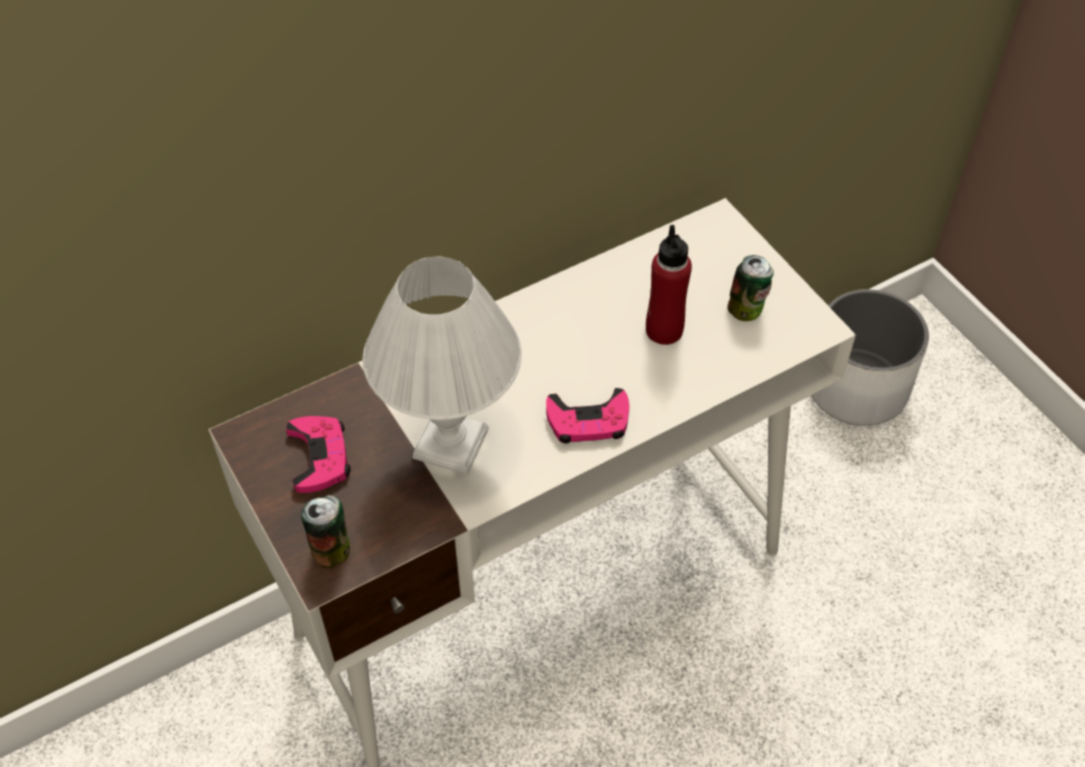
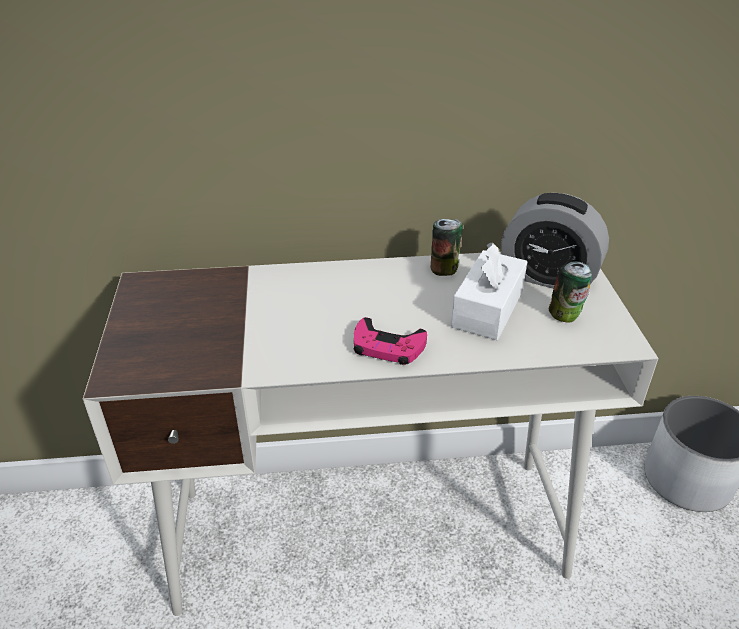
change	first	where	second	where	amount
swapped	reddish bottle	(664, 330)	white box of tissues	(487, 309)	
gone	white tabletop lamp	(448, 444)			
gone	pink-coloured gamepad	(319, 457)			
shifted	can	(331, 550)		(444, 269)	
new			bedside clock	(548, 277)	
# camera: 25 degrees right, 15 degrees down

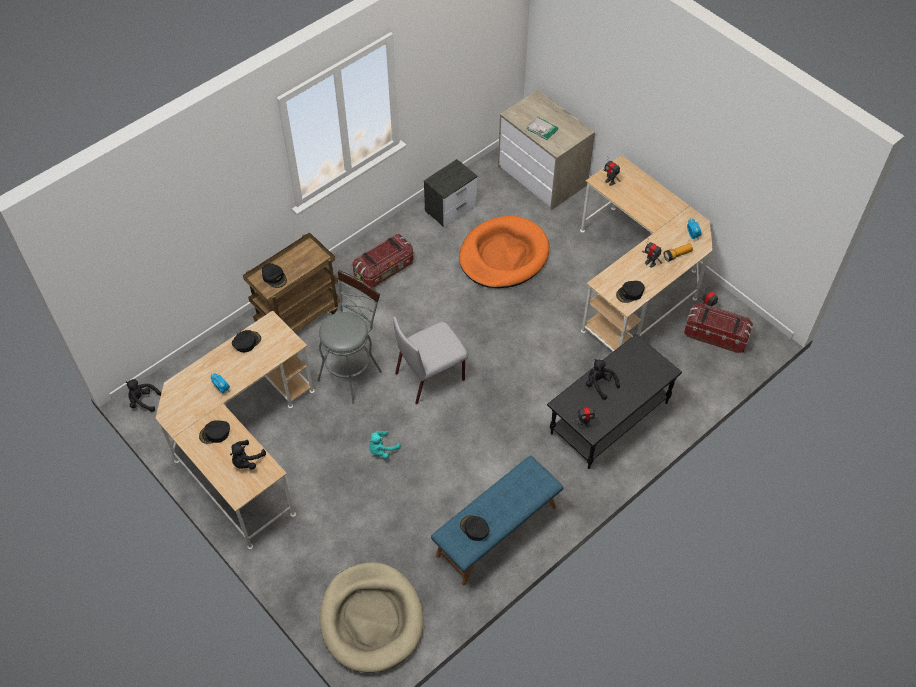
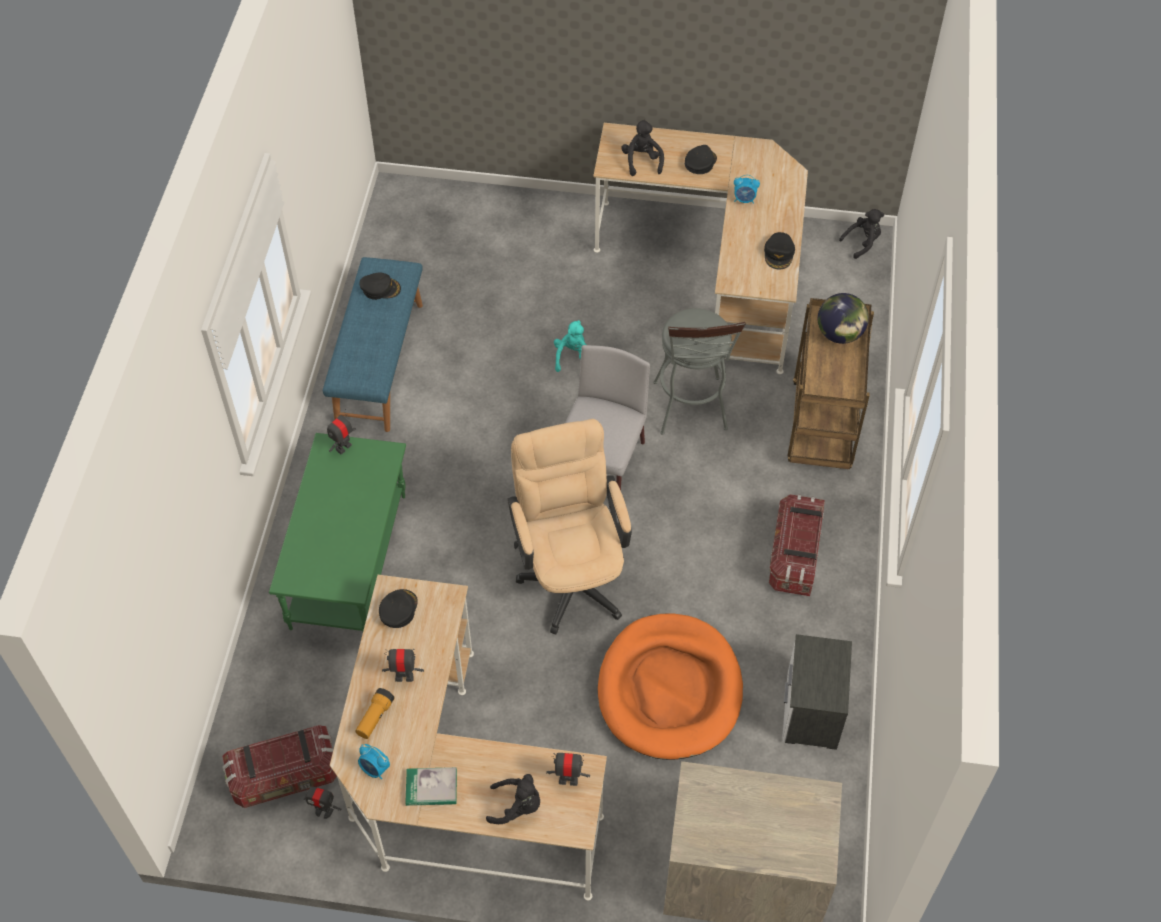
change	first	where	second	where	amount
shifted	volume	(542, 129)		(431, 788)	
swapped	black-coloured cap	(274, 277)	world globe	(839, 334)	
repainted	black-coloured low table	(609, 417)	greenish low table	(350, 562)	
shifted	black-coloured soft toy	(599, 384)		(517, 806)	
gone	sand-coloured pet bed	(371, 619)			
new			sand-coloured computer chair	(571, 573)	
# camera: 140 degrees right, 0 degrees up

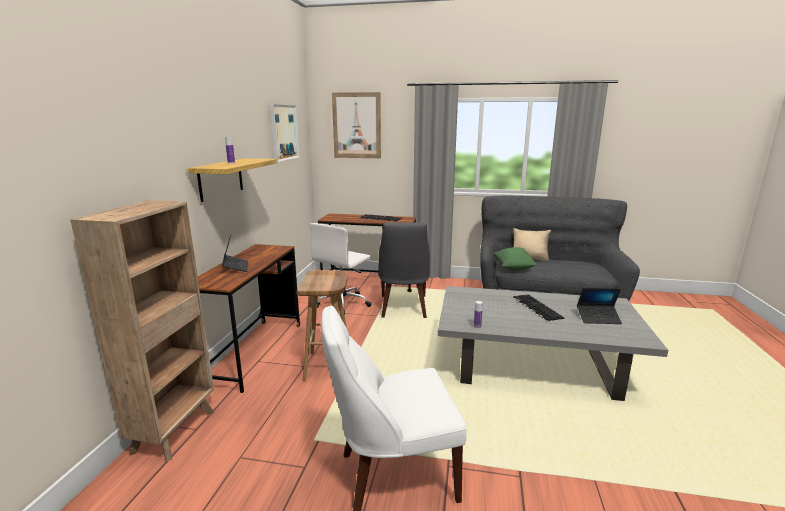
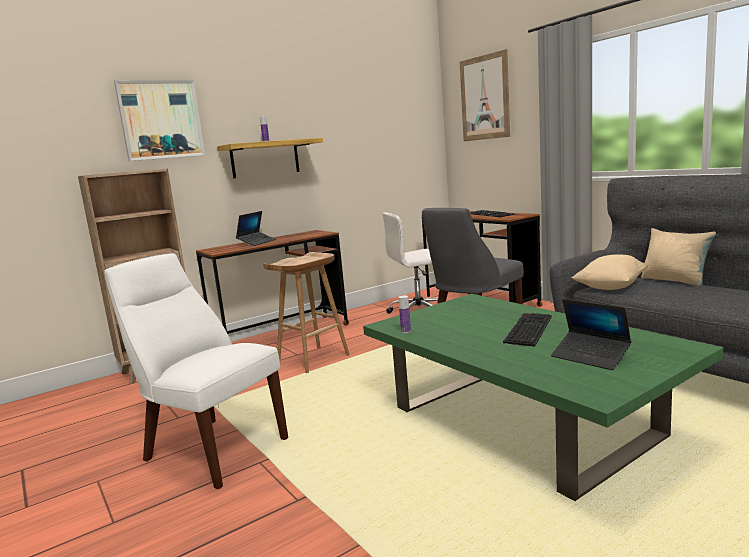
change	first	where	second	where	amount
shifted	picture	(283, 132)		(161, 120)	
repainted	greenish pillow	(513, 268)	sand-coloured pillow	(610, 287)	
repainted	gray low table	(534, 365)	greenish low table	(524, 421)	
# camera: 45 degrees right, 5 degrees down

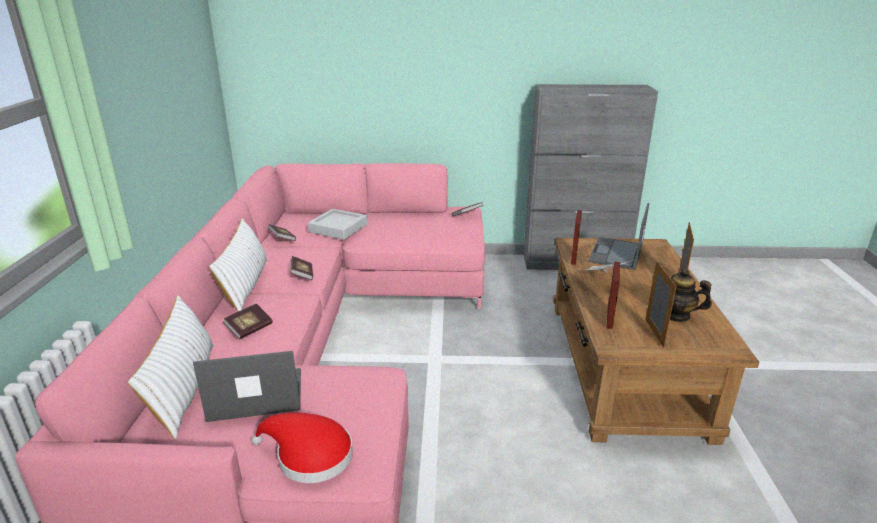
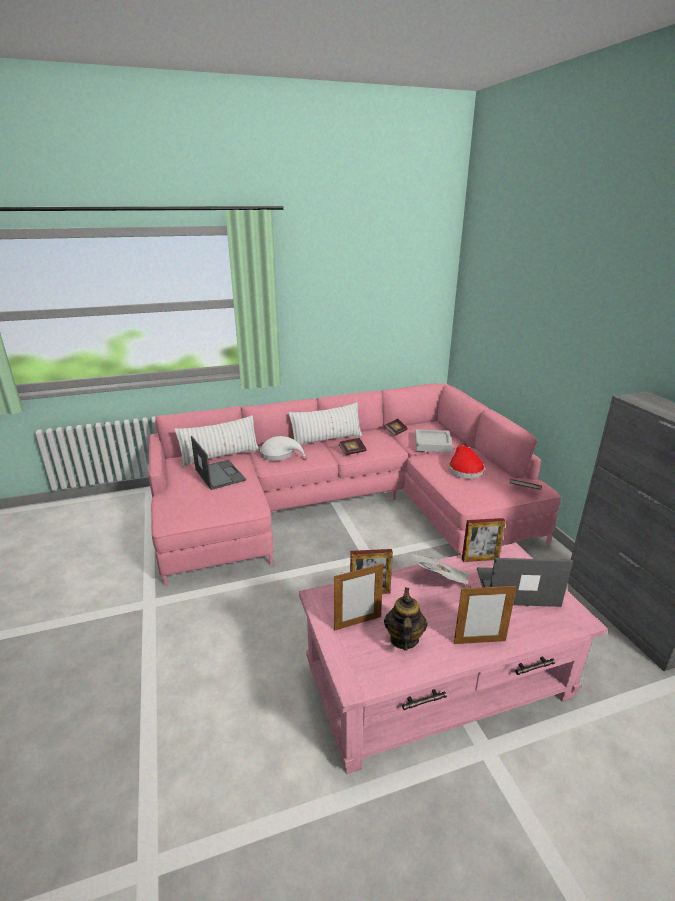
change	first	where	second	where	amount
repainted	brown-coloured low table	(624, 365)	pink-coloured low table	(437, 680)	
swapped	volume	(249, 329)	white wearable hat	(279, 455)	
shifted	reddish wearable hat	(309, 456)		(464, 469)	
# camera: 70 degrees right, 0 degrees up

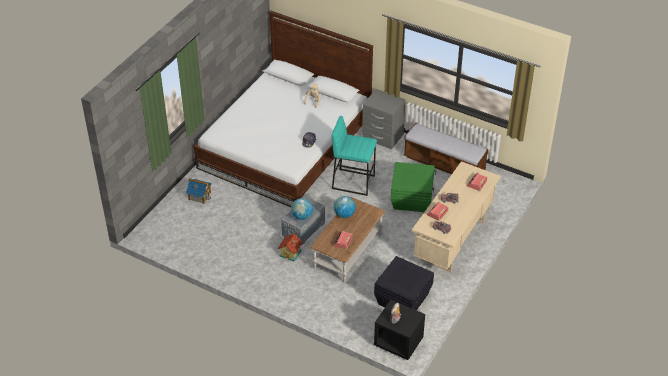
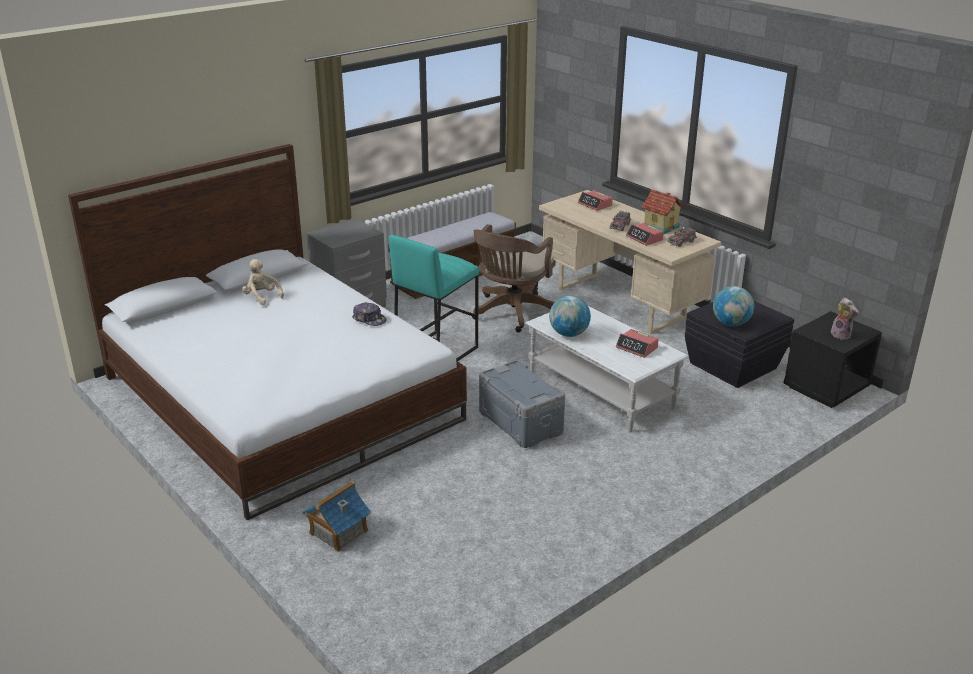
change	first	where	second	where	amount
swapped	greenish storage container	(412, 199)	brown-coloured computer chair	(512, 314)	
repainted	brown-coloured low table	(348, 251)	white low table	(601, 390)	
shifted	world globe	(302, 216)		(731, 324)	
shifted	model house	(291, 253)		(661, 226)	
# camera: 70 degrees left, 15 degrees down

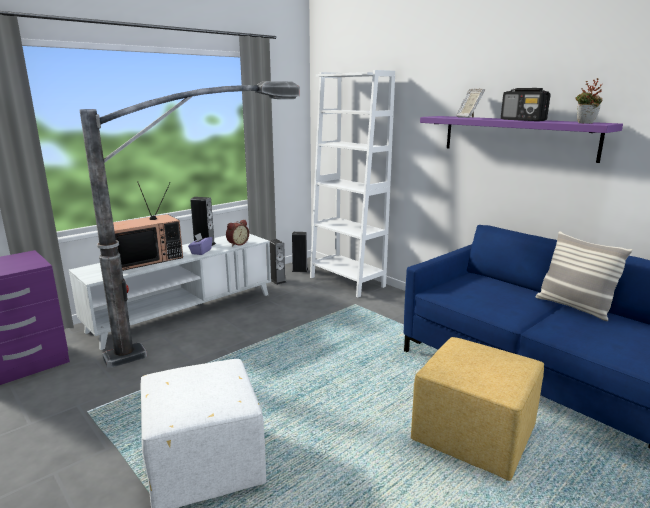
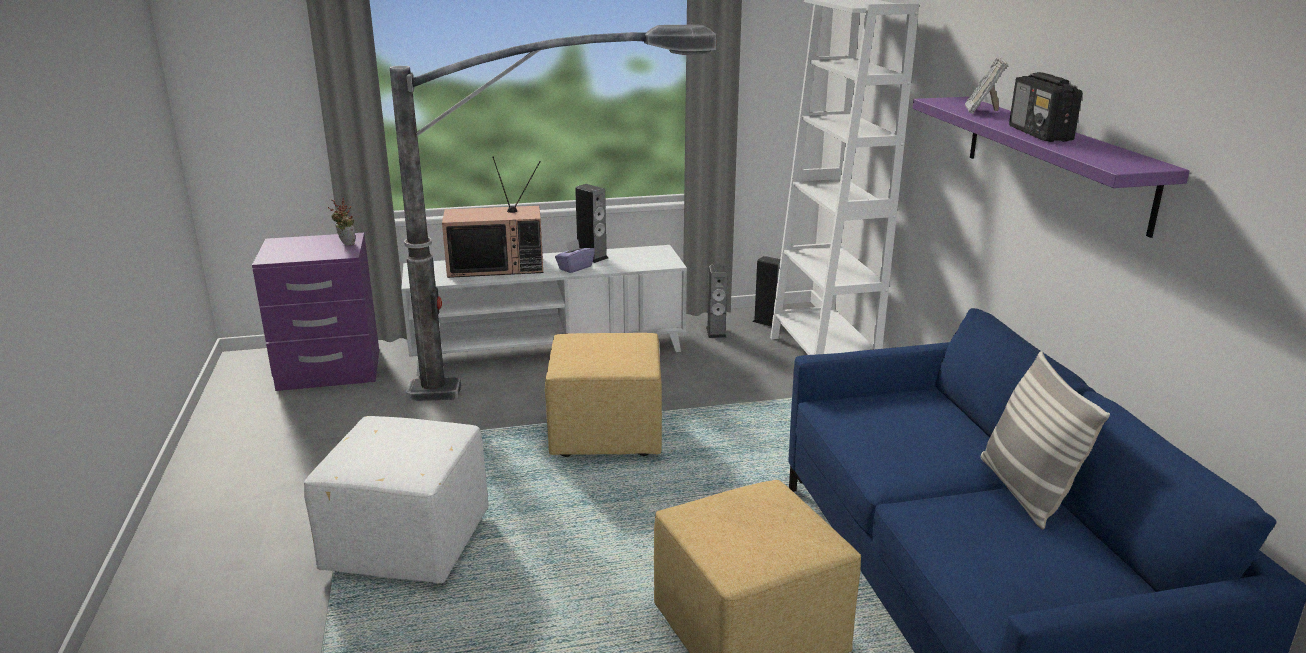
change	first	where	second	where	amount
shifted	plant in a pot	(585, 123)		(345, 244)	
gone	bedside clock	(237, 244)			
new			yellow footrest	(607, 434)	
# camera: 30 degrees right, 5 degrees up

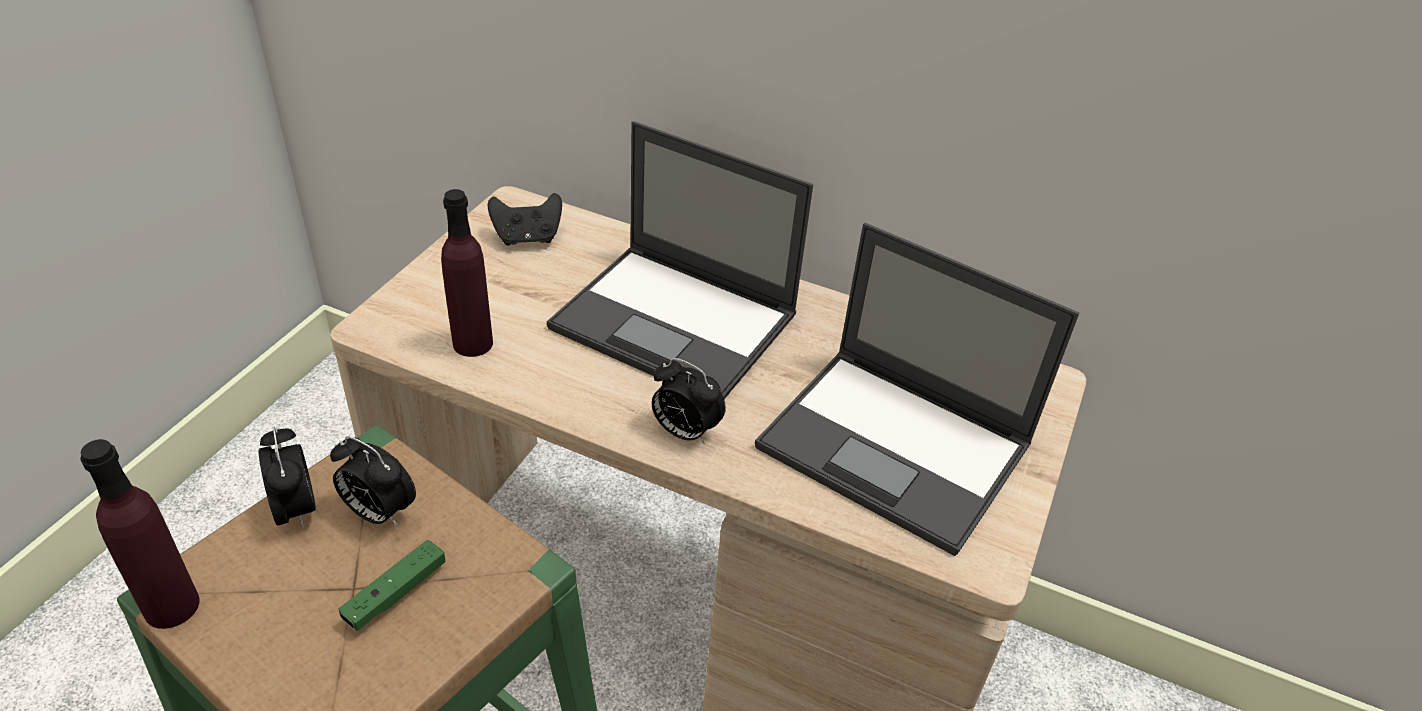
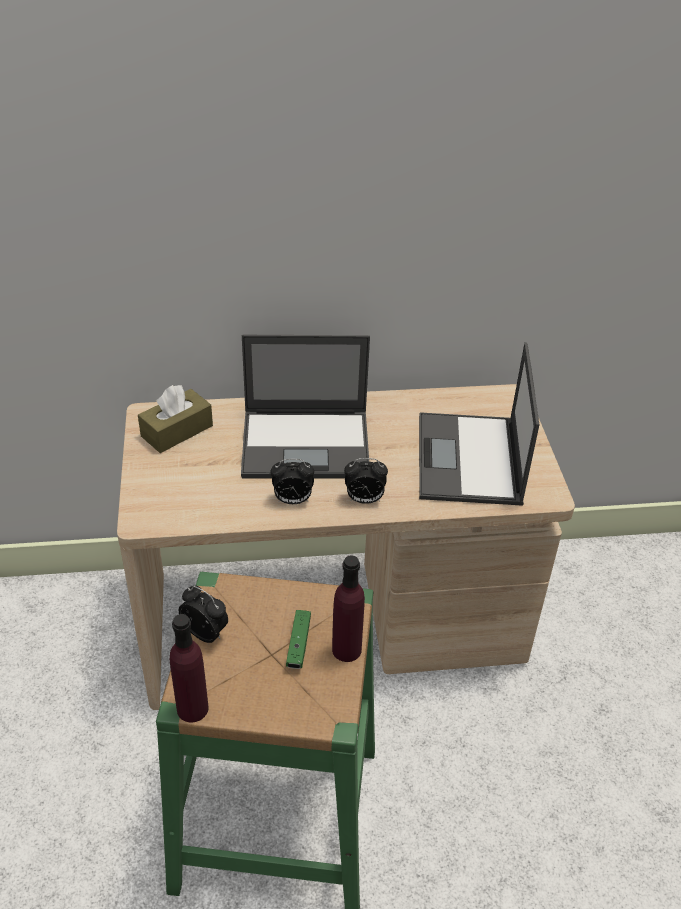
change	first	where	second	where	amount
shifted	purple bottle	(472, 343)		(346, 649)	
swapped	black-coloured gamepad	(527, 238)	brown-coloured box of tissues	(177, 431)	
rotated	notebook computer	(897, 448)		(469, 460)	90 degrees clockwise
shifted	bedside clock	(378, 512)		(292, 500)	
# camera: 30 degrees left, 0 degrees up

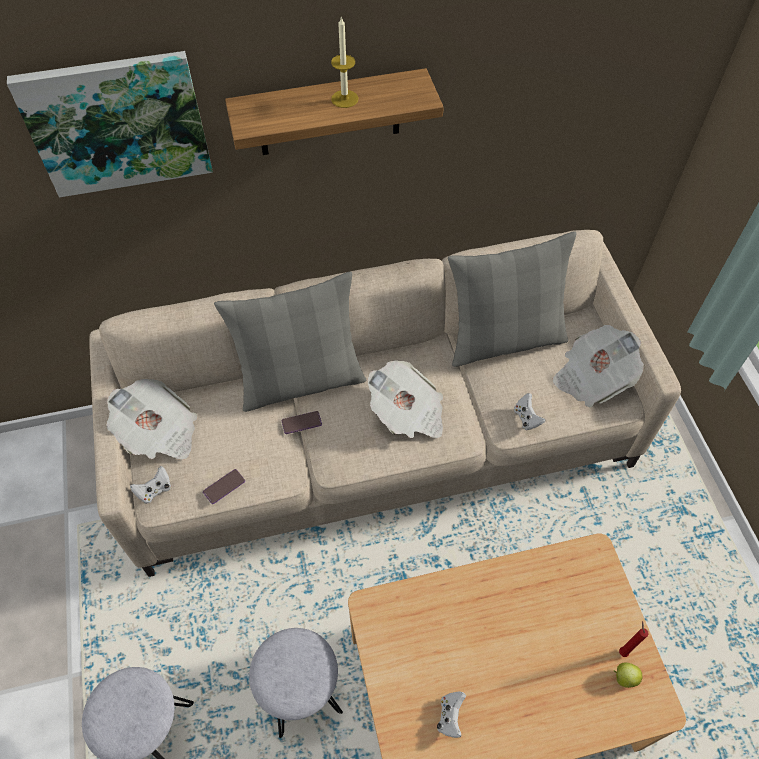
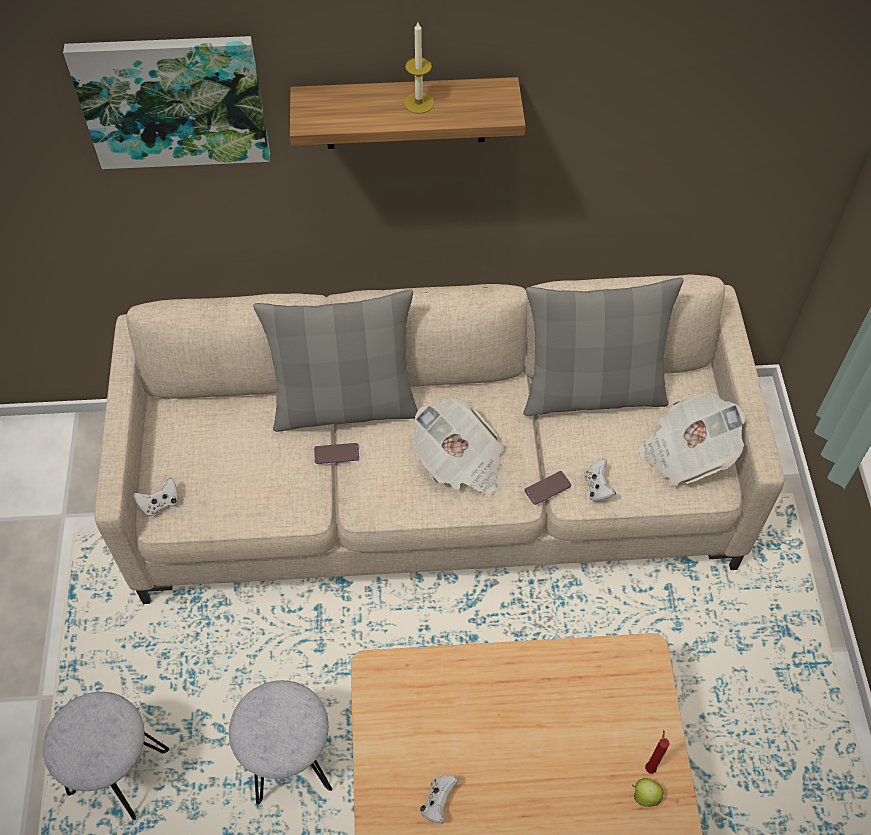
change	first	where	second	where	amount
gone	daily paper	(159, 433)			
shifted	telephone	(224, 486)		(547, 488)	
# camera: 10 degrees right, 0 degrees up

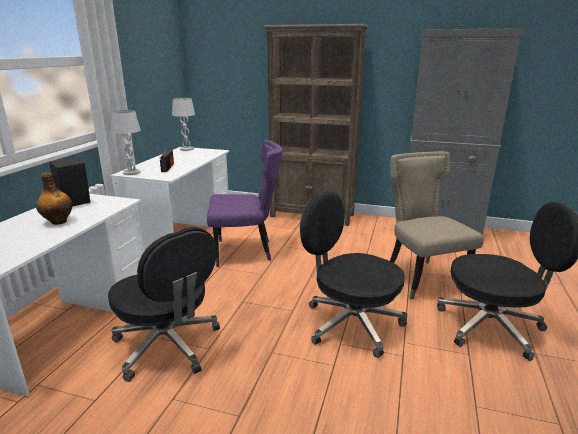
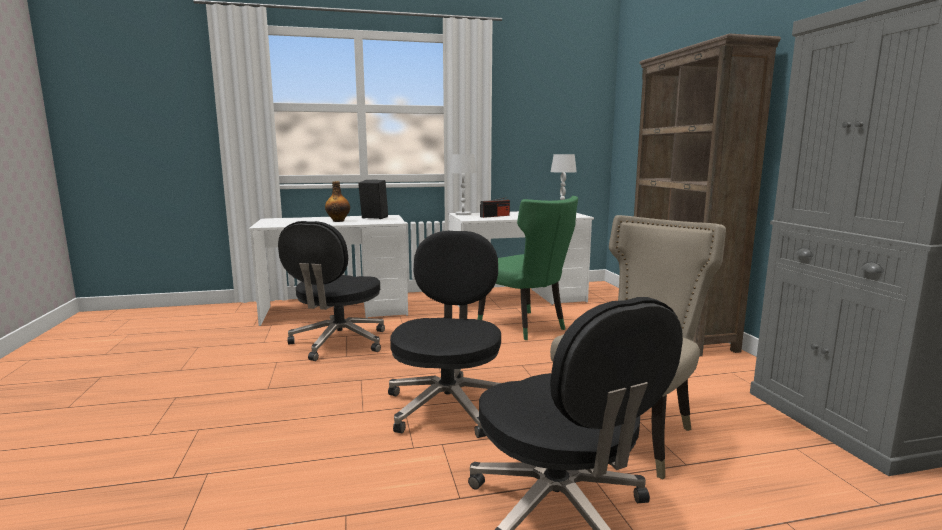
change	first	where	second	where	amount
repainted	purple plain chair	(246, 252)	greenish plain chair	(525, 327)	
# camera: 60 degrees right, 10 degrees down

